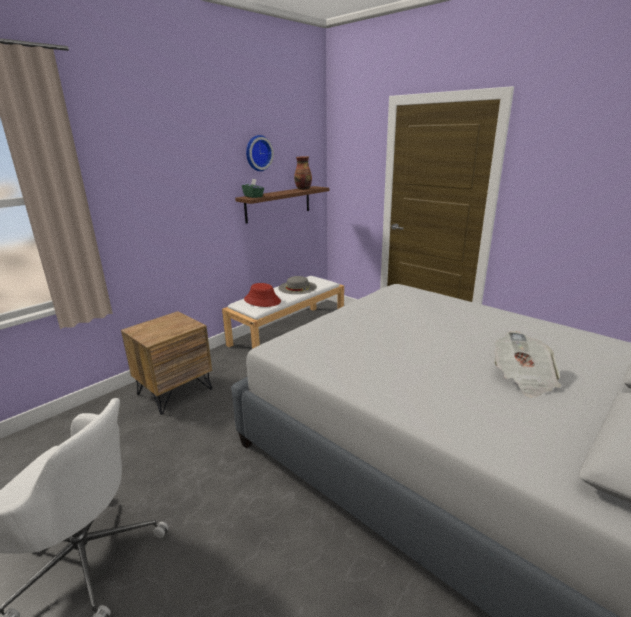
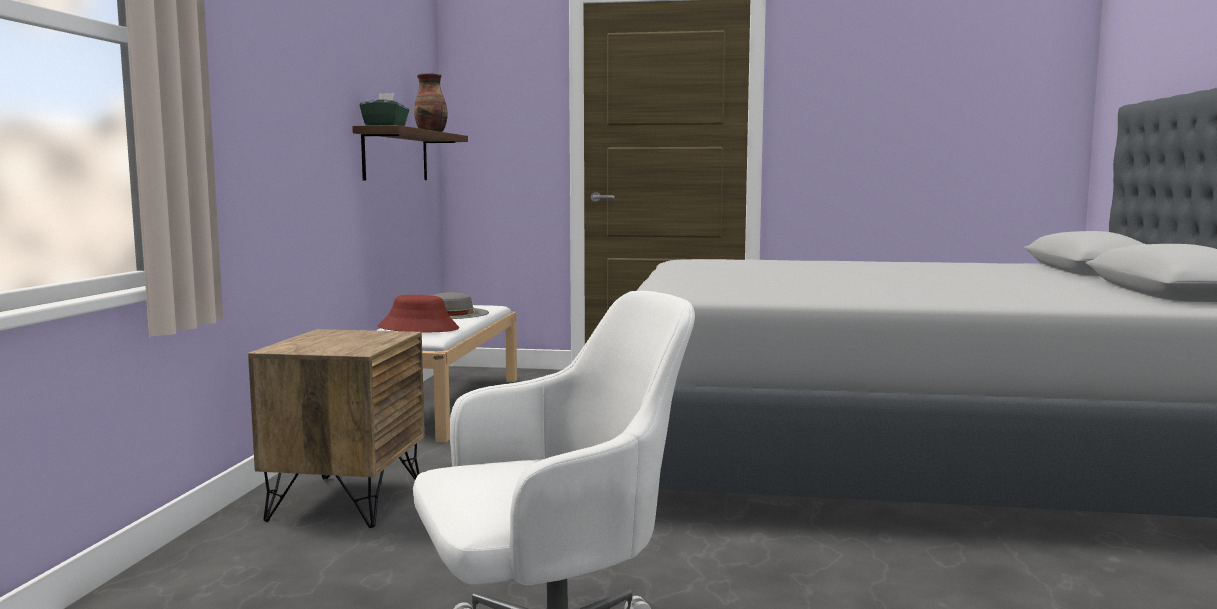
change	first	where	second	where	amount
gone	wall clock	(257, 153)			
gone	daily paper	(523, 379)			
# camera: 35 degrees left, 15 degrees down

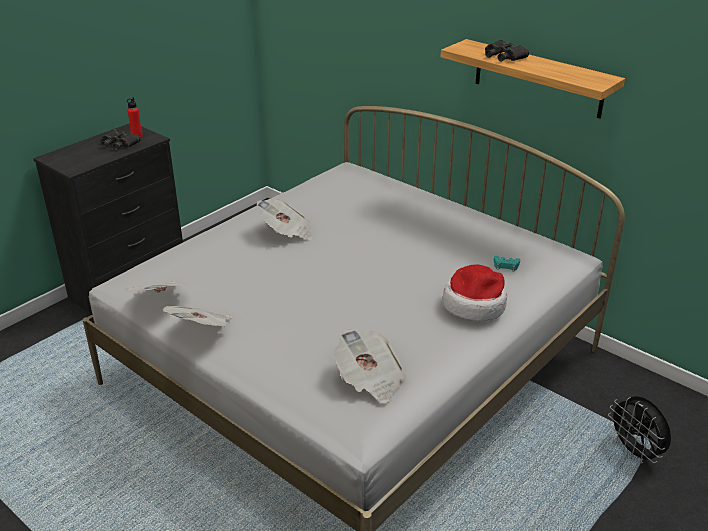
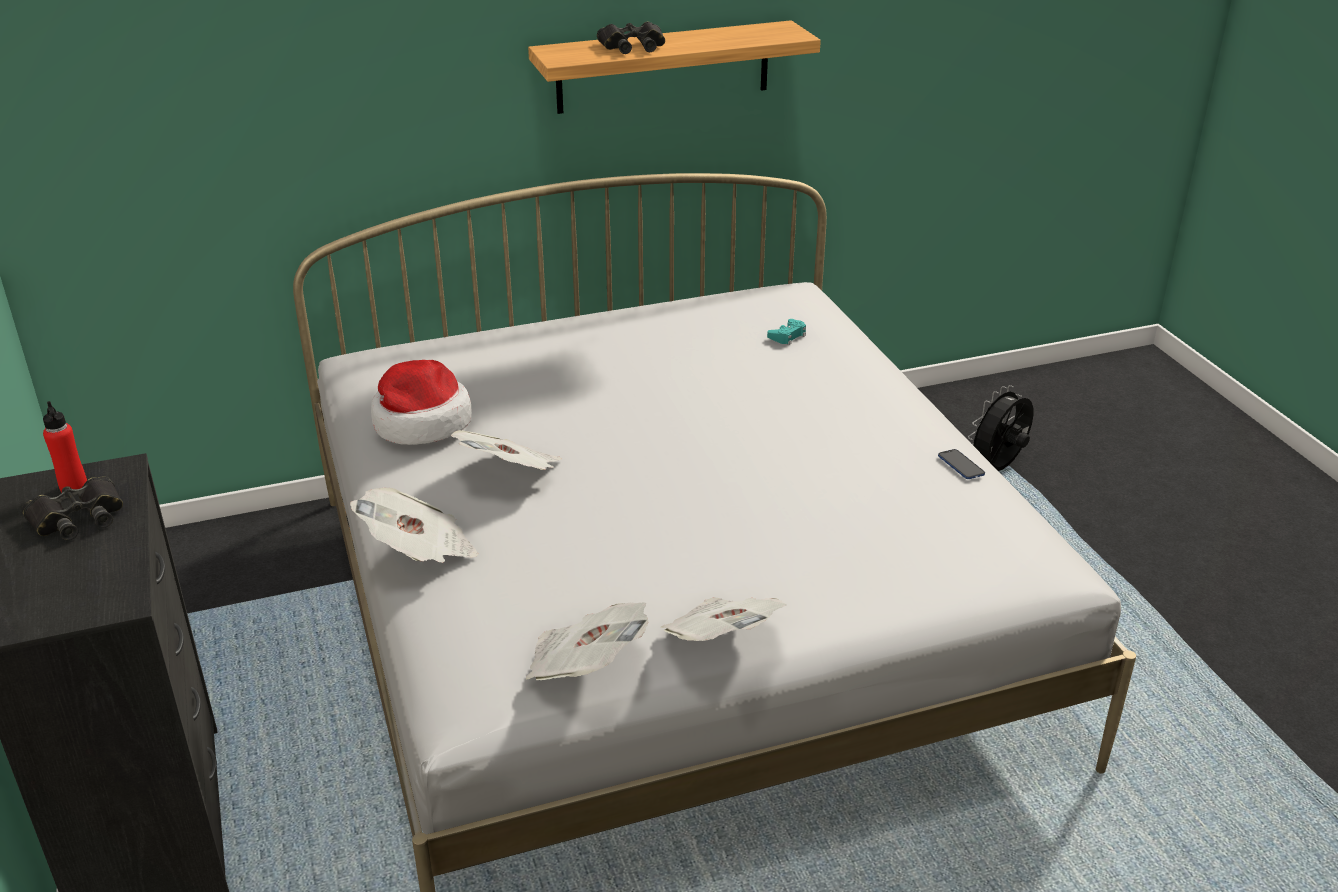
change	first	where	second	where	amount
shifted	wearable hat	(474, 304)		(421, 422)	
shifted	daily paper	(369, 380)		(420, 551)	
rotated	black-coloured electric fan	(635, 452)		(997, 469)	135 degrees clockwise
new			telephone	(961, 465)	
# camera: 60 degrees left, 0 degrees up

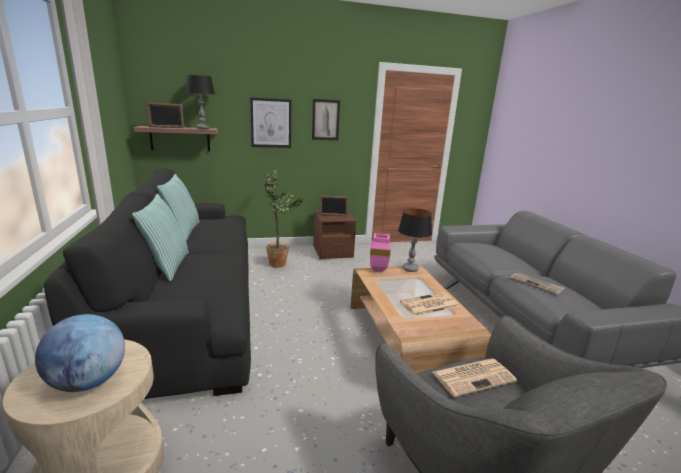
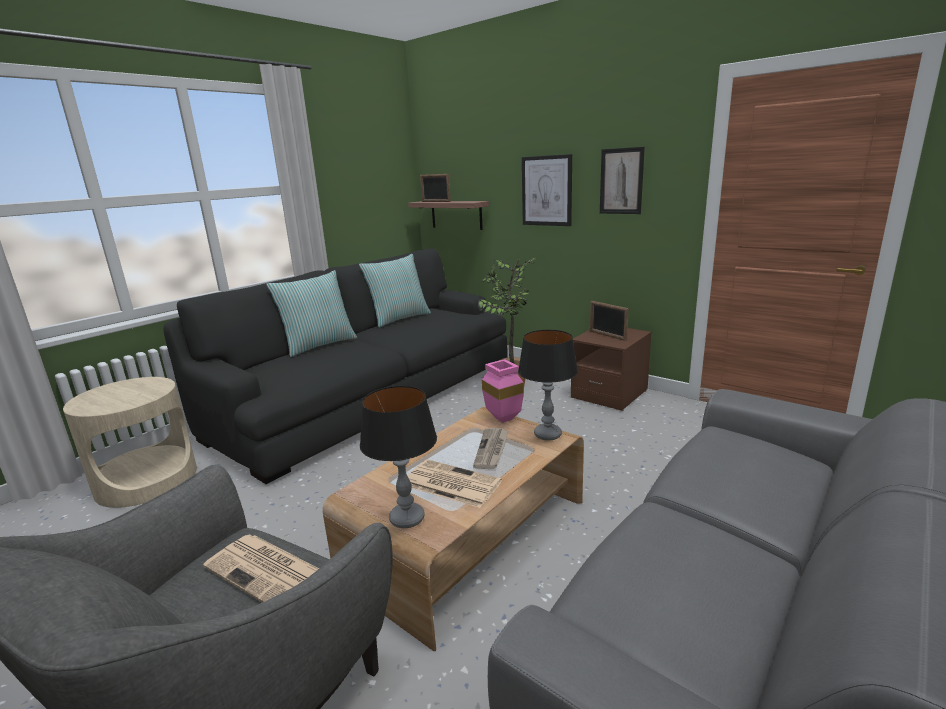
change	first	where	second	where	amount
shifted	tabletop lamp	(202, 128)		(407, 518)	
shifted	daily paper	(536, 284)		(492, 450)	
gone	world globe	(88, 382)			
# camera: 55 degrees right, 0 degrees up

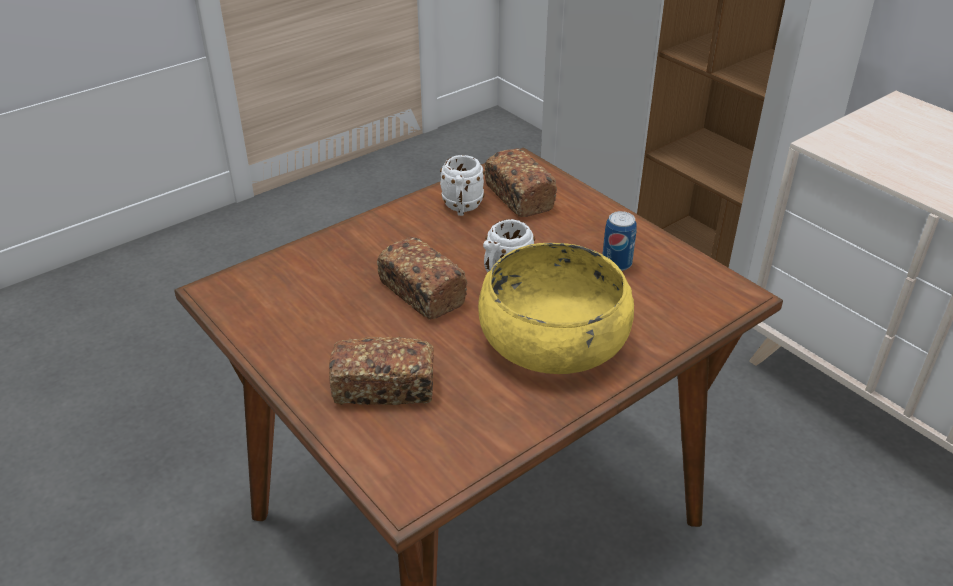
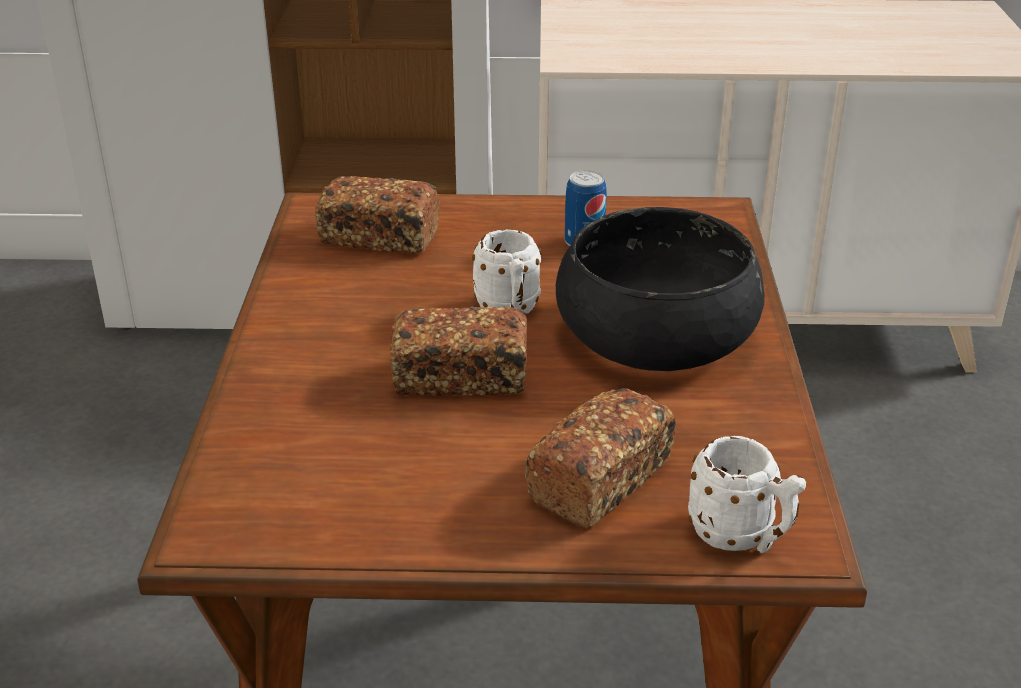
change	first	where	second	where	amount
shifted	white coffee mug	(462, 208)		(741, 538)	
repainted	yellow serving bowl	(553, 339)	black-coloured serving bowl	(656, 334)	
# camera: 50 degrees left, 5 degrees down

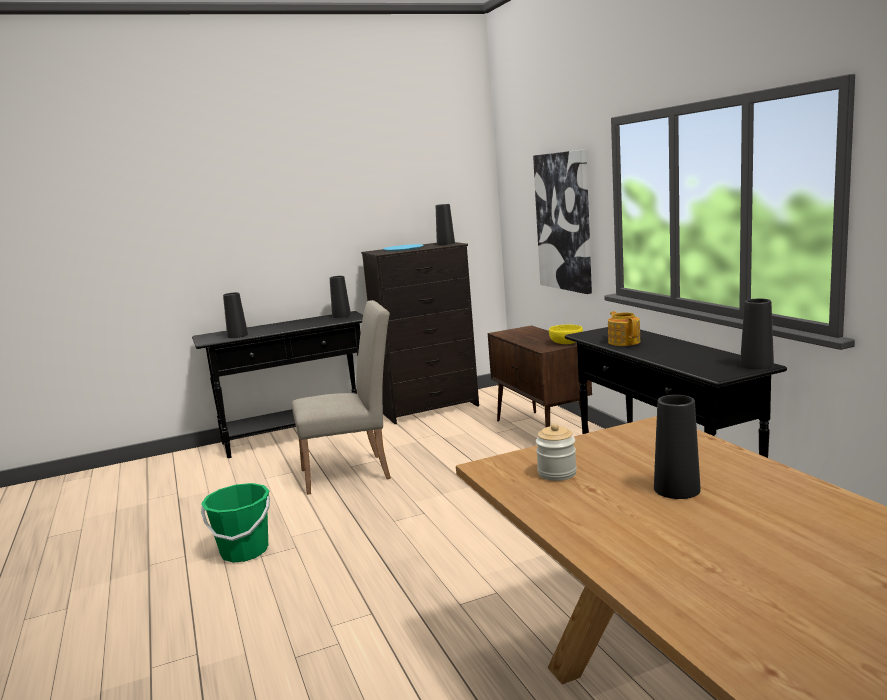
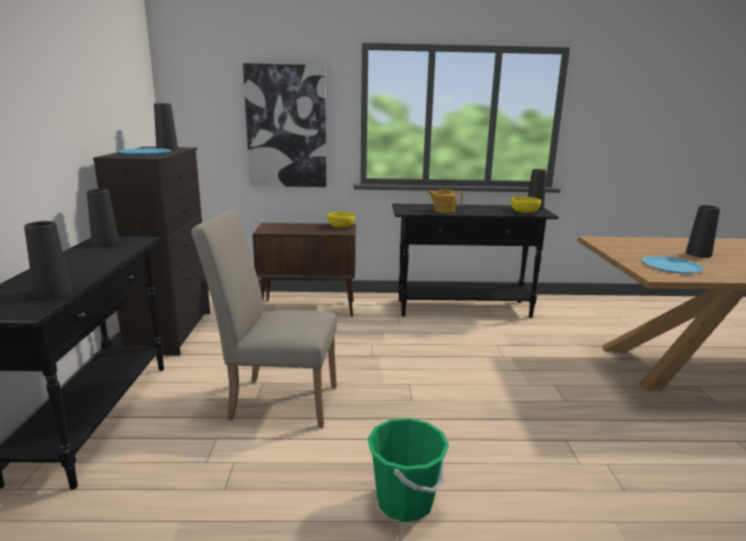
change	first	where	second	where	amount
rotated	sand-coloured plain chair	(353, 472)		(276, 400)	90 degrees counterclockwise
swapped	preserve jar	(557, 473)	bluish plate	(671, 266)	
new			yellow serving bowl	(525, 212)	
# camera: 70 degrees left, 5 degrees up

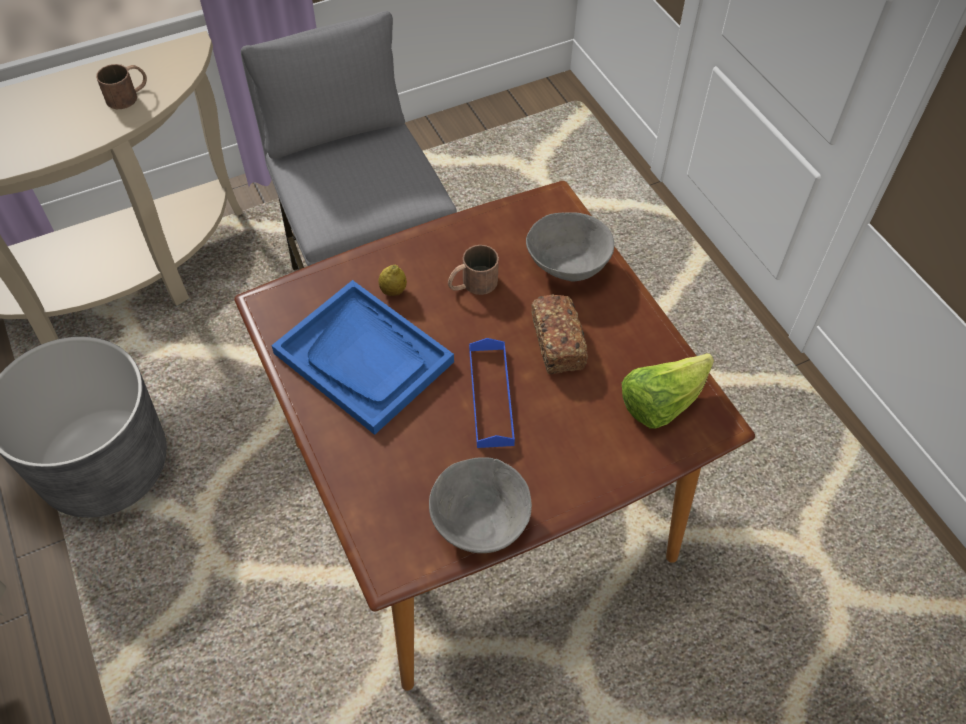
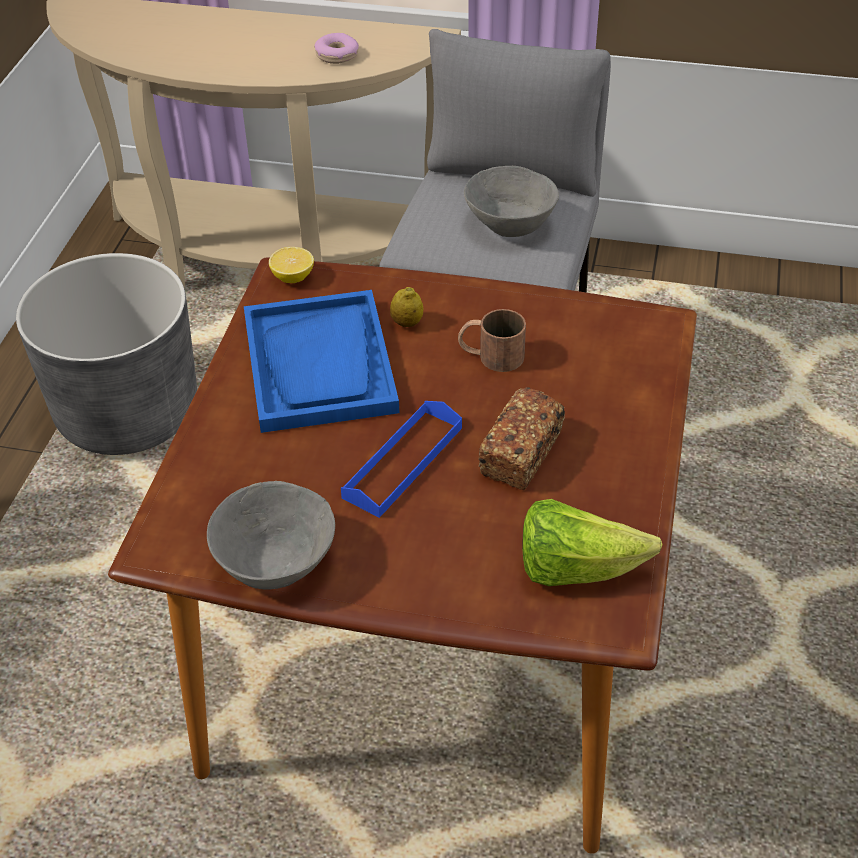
change	first	where	second	where	amount
swapped	brown-coloured coffee mug	(128, 95)	ring doughnut	(337, 55)	
shifted	gray serving bowl	(568, 265)		(511, 224)	
new			lemon	(292, 277)	
# camera: 40 degrees right, 10 degrees down

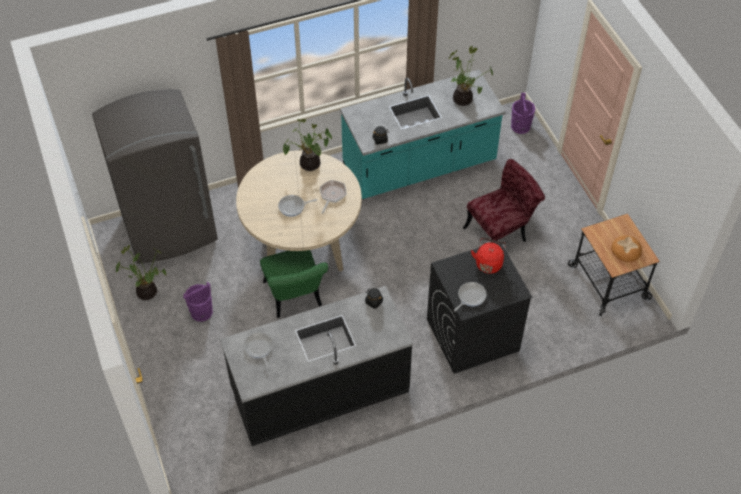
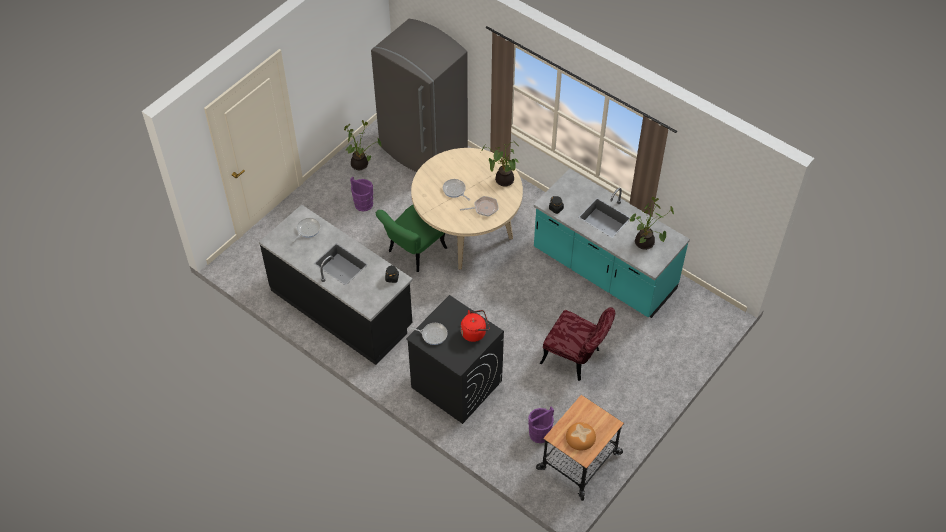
change	first	where	second	where	amount
shifted	purple bucket	(520, 126)		(539, 433)	
# camera: 60 degrees right, 0 degrees up

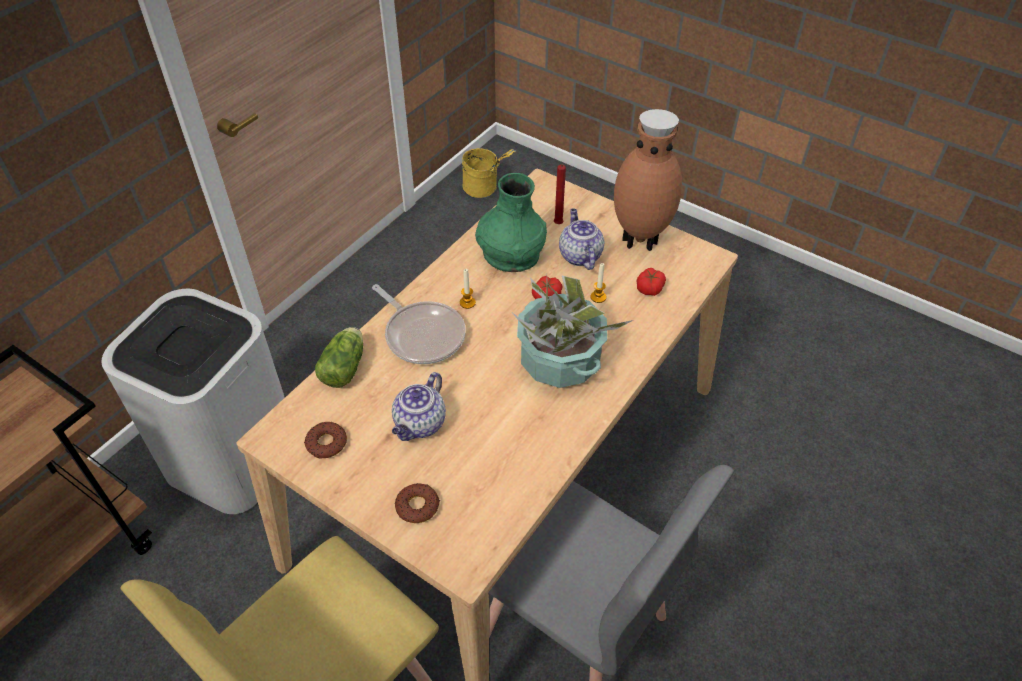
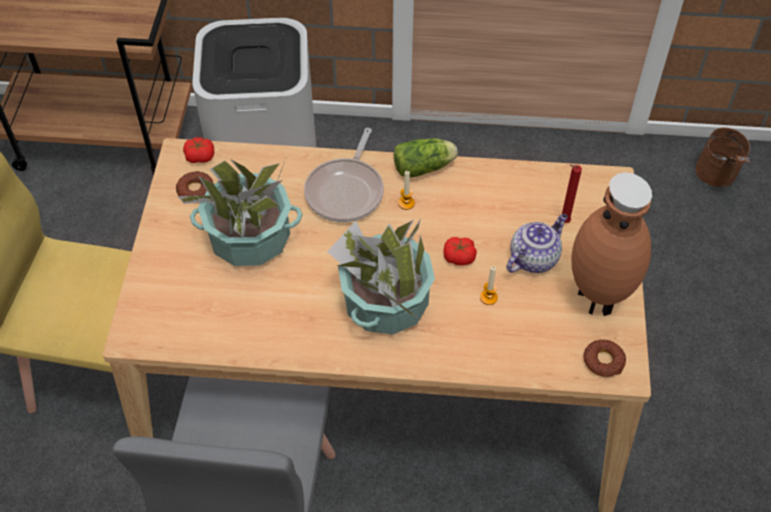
change	first	where	second	where	amount
repainted	yellow bucket	(485, 189)	brown-coloured bucket	(717, 178)	
gone	greenish flower vase	(511, 253)			
shifted	fresh tomato	(649, 288)		(200, 156)	
shifted	lettuce head	(345, 366)		(425, 167)	
swapped	pot for tea	(420, 424)	plant in a pot	(250, 238)	
shifted	ring doughnut	(417, 506)		(603, 361)	
# camera: 60 degrees right, 5 degrees up

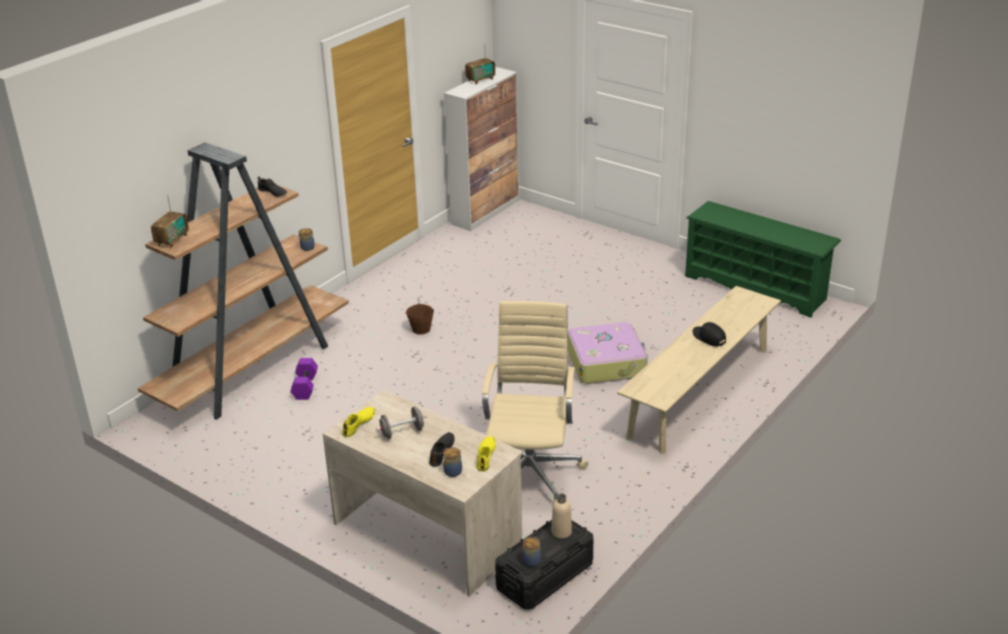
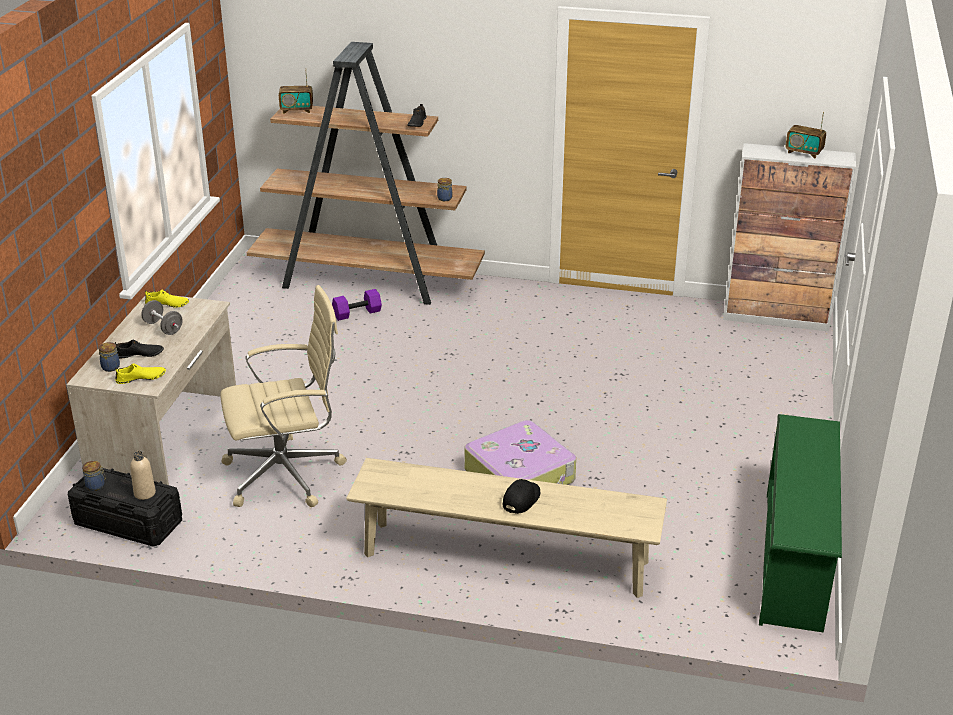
change	first	where	second	where	amount
gone	brown-coloured bucket	(420, 329)			
# camera: 65 degrees right, 0 degrees up

